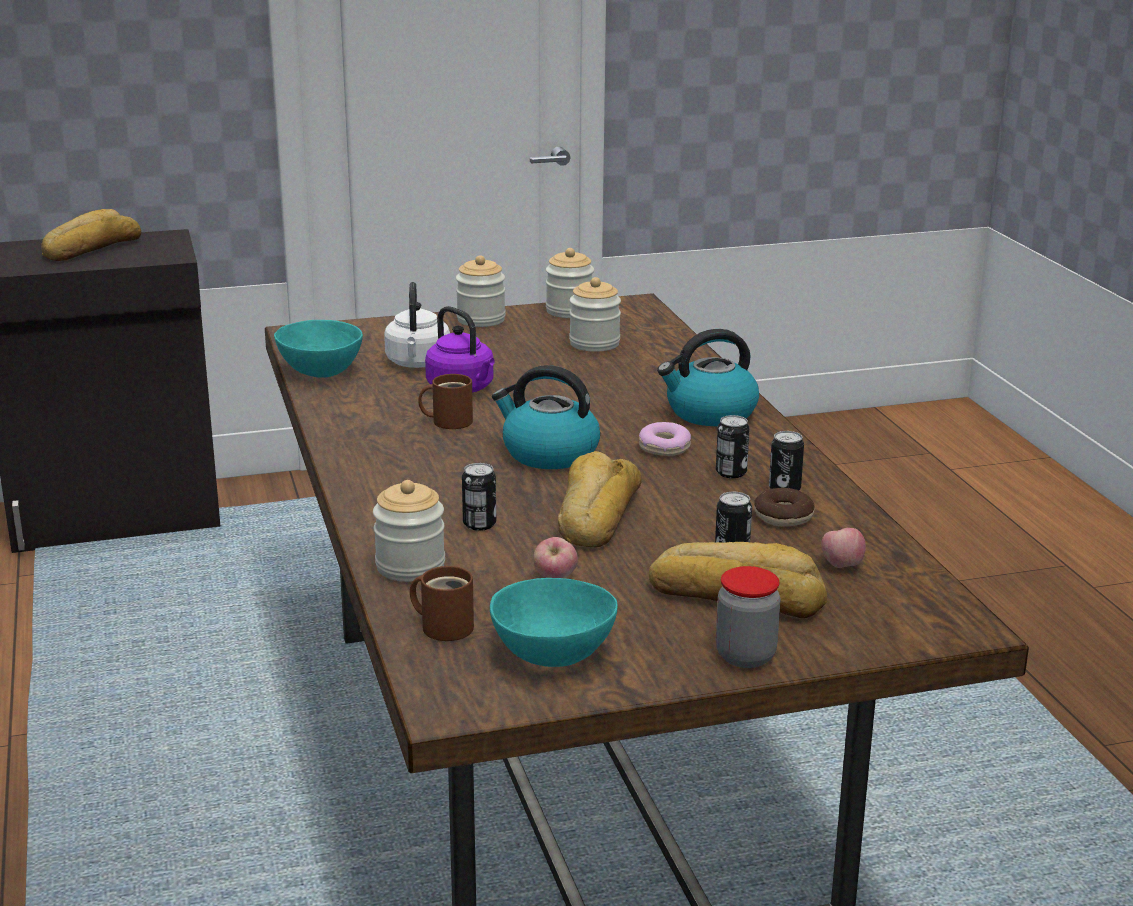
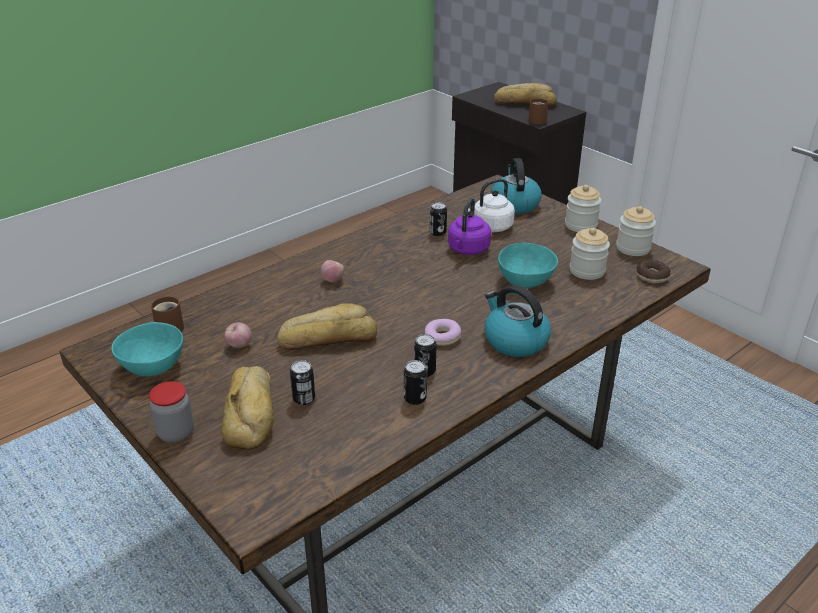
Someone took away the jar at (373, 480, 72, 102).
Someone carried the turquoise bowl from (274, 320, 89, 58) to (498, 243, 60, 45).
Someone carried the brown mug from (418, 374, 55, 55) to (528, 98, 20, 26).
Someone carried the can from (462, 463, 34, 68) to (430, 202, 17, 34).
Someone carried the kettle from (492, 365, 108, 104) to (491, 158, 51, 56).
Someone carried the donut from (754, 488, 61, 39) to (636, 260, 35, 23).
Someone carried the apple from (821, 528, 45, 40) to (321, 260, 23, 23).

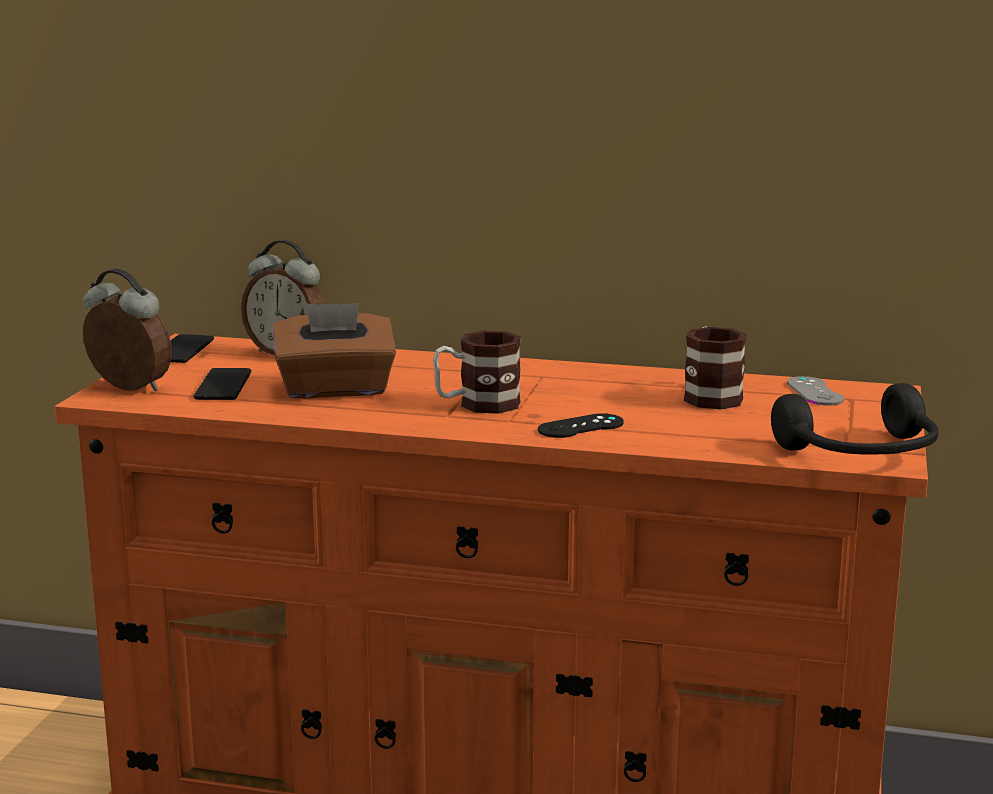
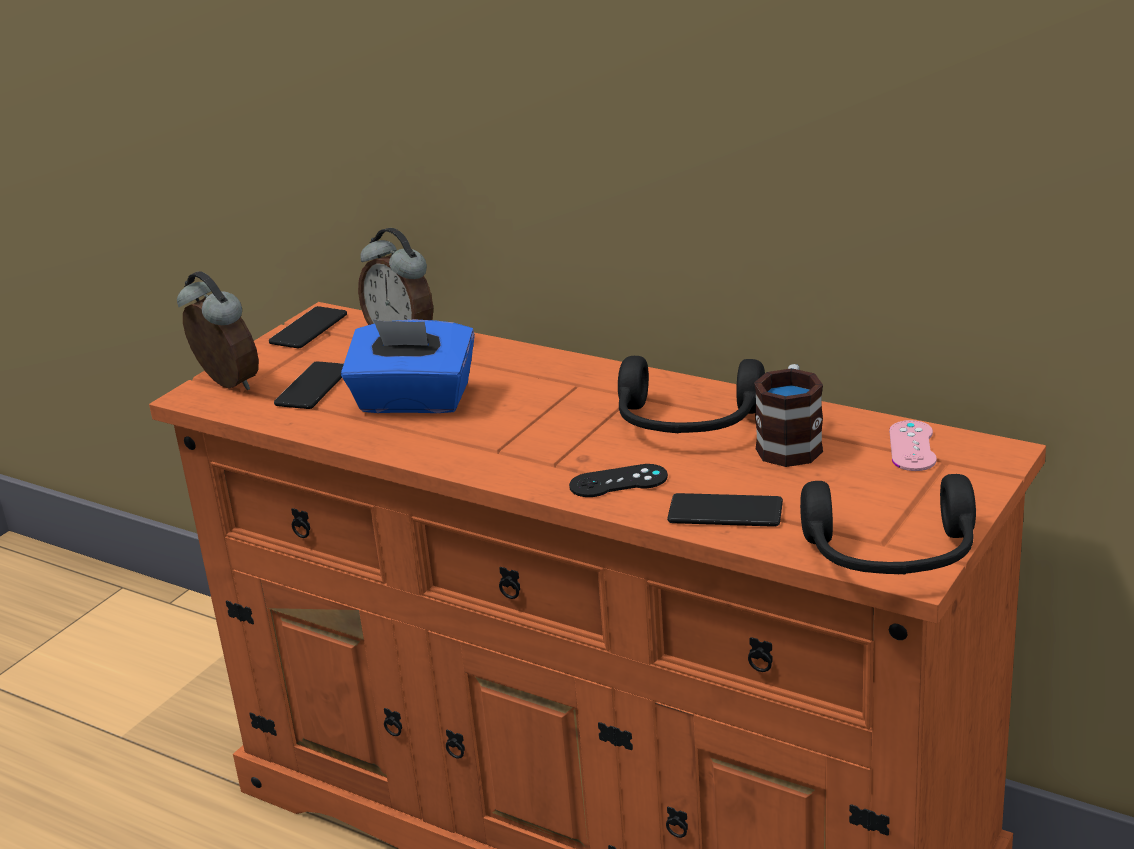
Someone took away the mug at (433, 330, 88, 84).
Someone put down the black headphones at (618, 356, 147, 78).
Someone put down the phone at (667, 493, 116, 34).
Someone repainted the brown tissue box at (272, 303, 124, 96), which became the blue tissue box at (341, 319, 134, 94).
Someone repainted the grey game controller at (787, 376, 57, 29), which became the pink game controller at (889, 420, 48, 51).

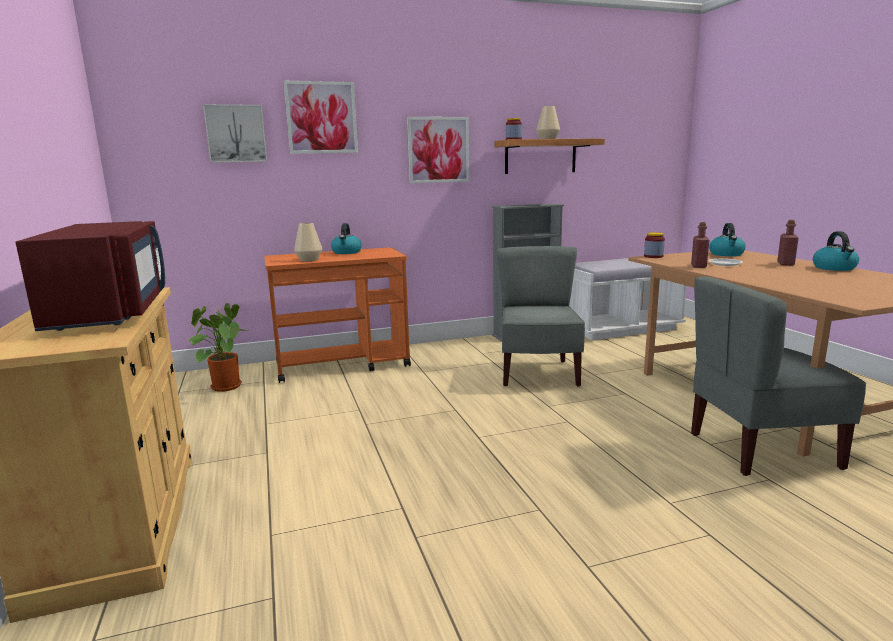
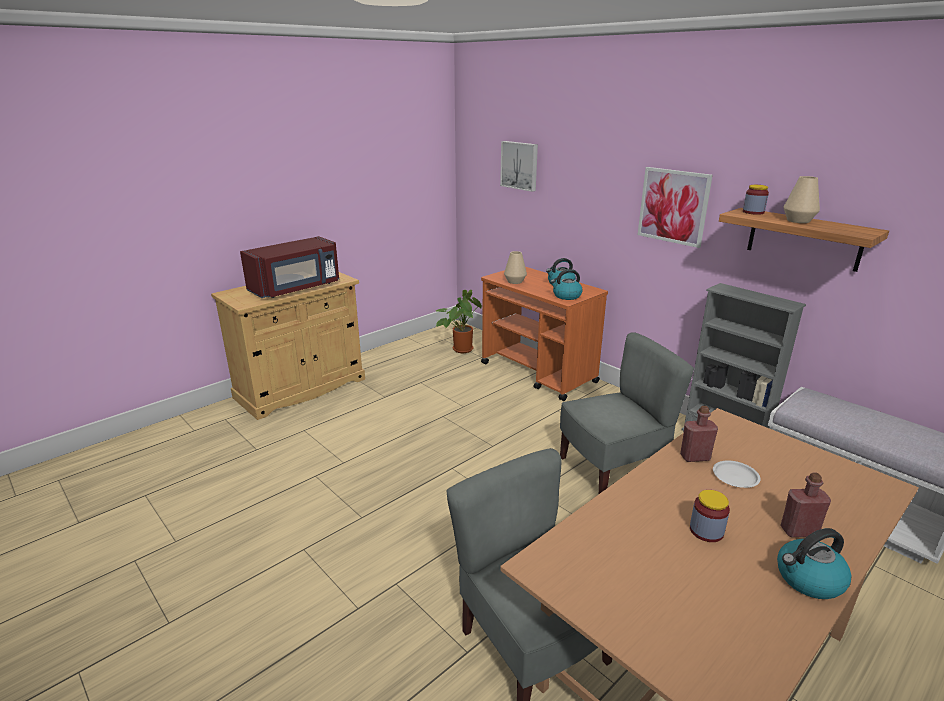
Someone took away the picture at (283, 81, 75, 73).
Someone carried the jar from (644, 232, 21, 26) to (690, 490, 40, 52).
Someone carried the kettle from (709, 223, 37, 33) to (550, 269, 32, 31).

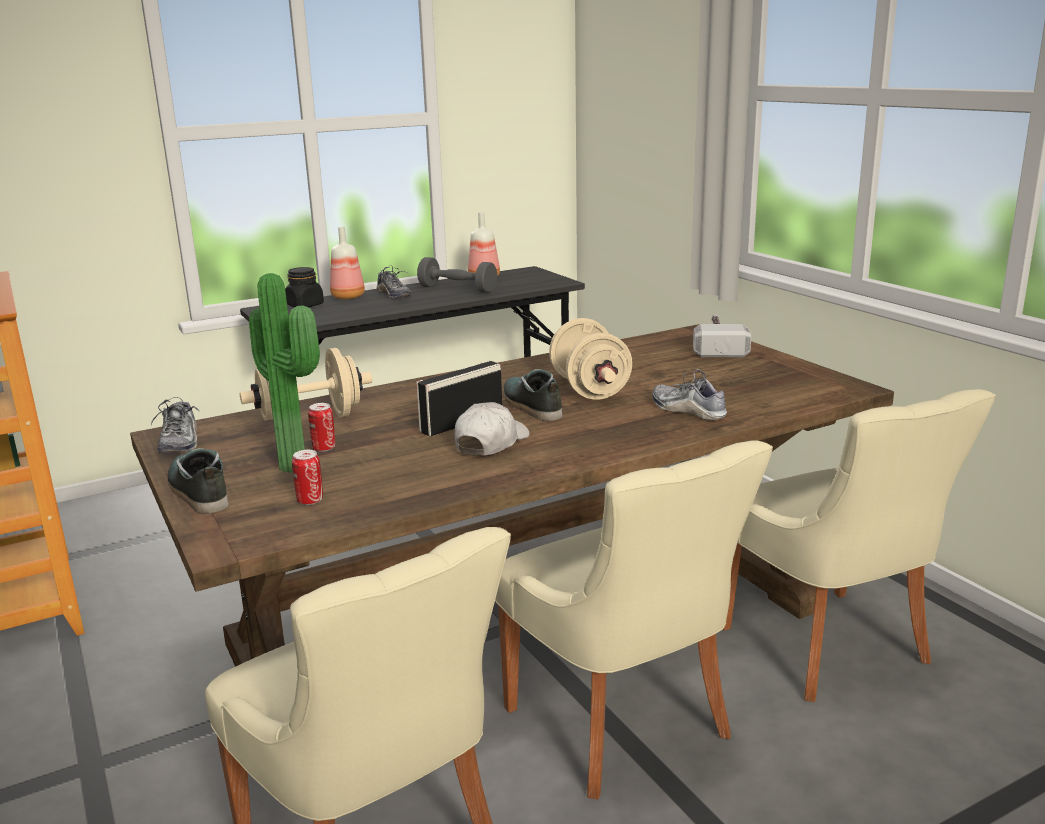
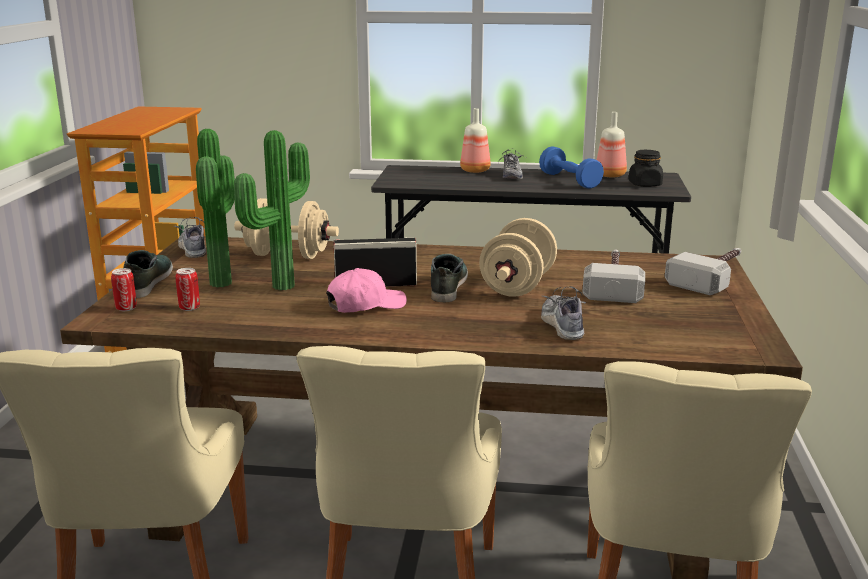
Someone put down the potted plant at (234, 130, 76, 160).
Someone put down the hammer at (582, 249, 63, 54).
Someone carried the black jar from (285, 267, 39, 40) to (629, 150, 34, 37).
Someone carried the can from (308, 403, 27, 49) to (111, 268, 26, 43).
Someone repainted the grey dumbbell at (417, 257, 80, 36), which became the blue dumbbell at (539, 146, 65, 43).
Someone repainted the white cap at (455, 402, 75, 53), which became the pink cap at (327, 268, 80, 45).
Someone rotated the shoe at (151, 397, 49, 56) by 135 degrees clockwise.

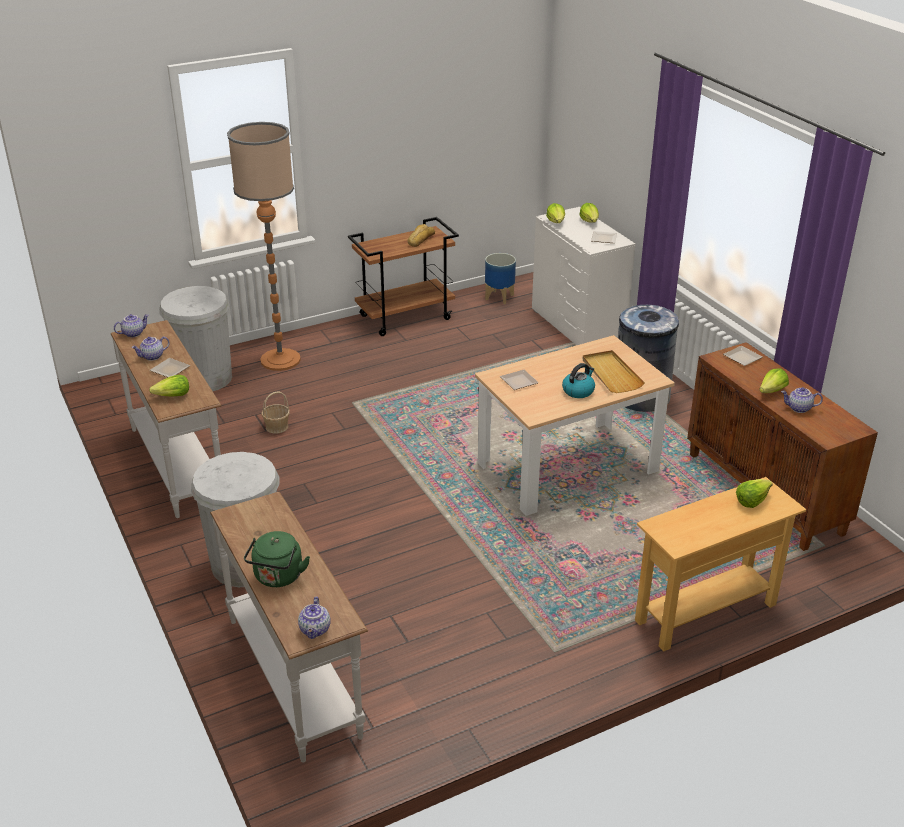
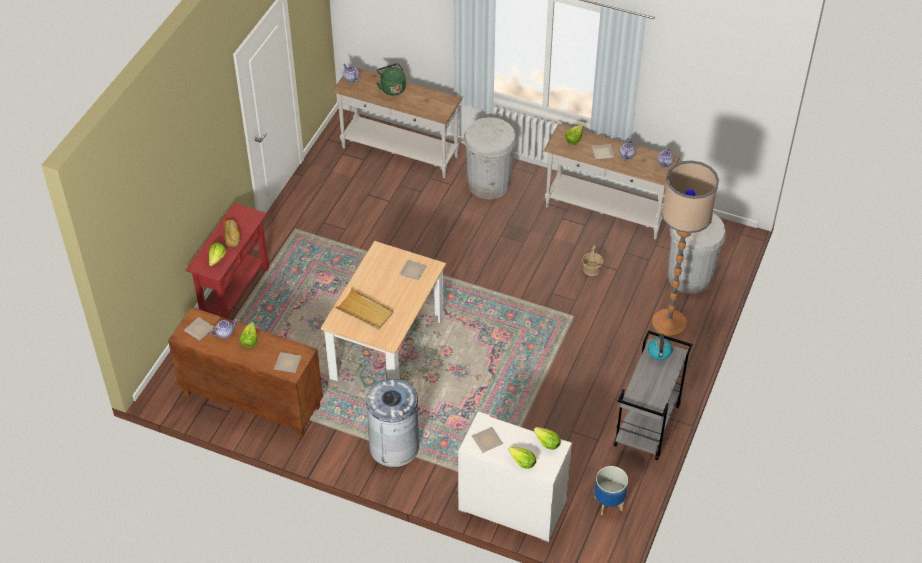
Someone put down the plate at (184, 317, 30, 24).
Someone carried the bread from (407, 224, 28, 23) to (224, 220, 17, 27).
Someone carried the kettle from (562, 363, 33, 35) to (648, 334, 25, 26).
Someone repainted the brown cart at (348, 217, 111, 119), which became the grey cart at (613, 330, 80, 130).
Someone repainted the beige console table at (635, 477, 172, 174), which became the red console table at (186, 203, 83, 116).

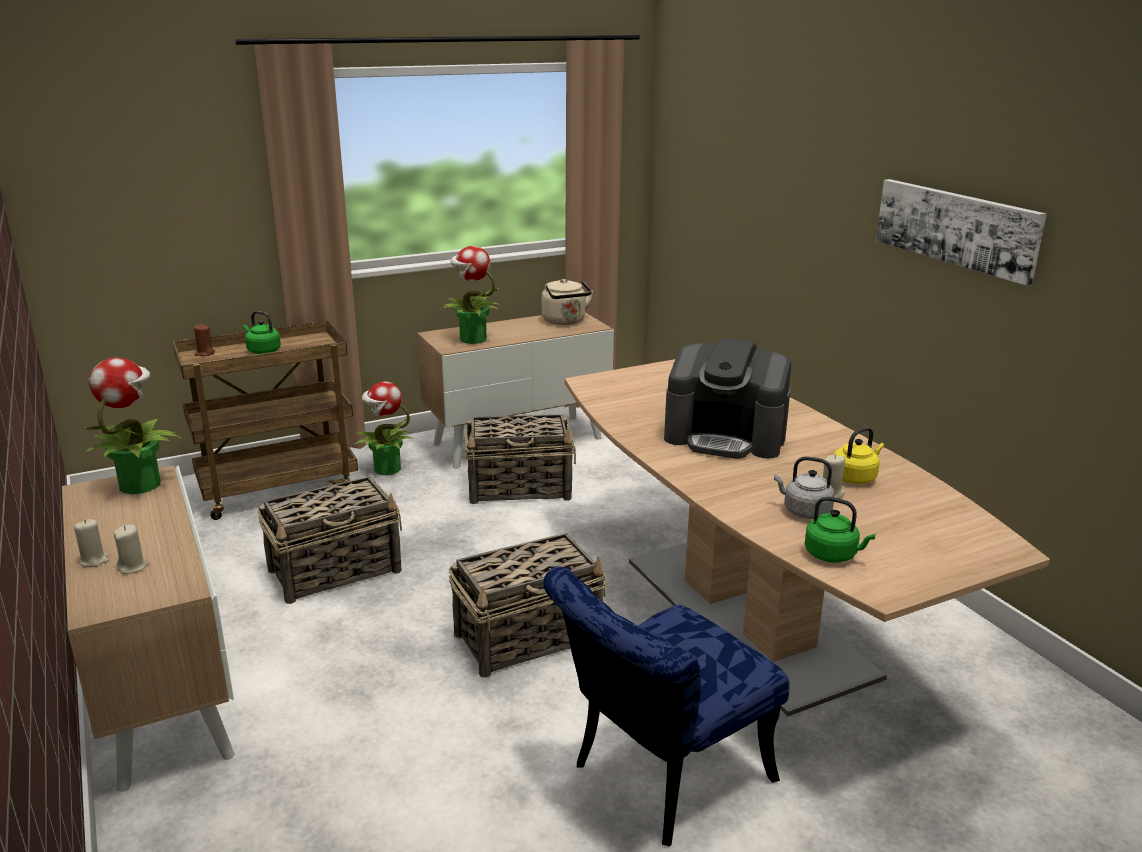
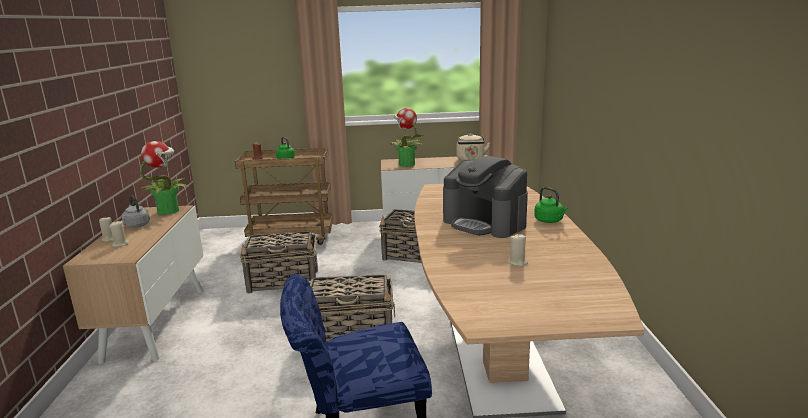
Someone took away the potted plant at (353, 381, 60, 94).
Someone took away the yellow kettle at (834, 427, 50, 57).
Someone took away the picture at (876, 179, 171, 106).
Someone carried the grey kettle from (774, 456, 61, 63) to (122, 195, 28, 33).
Someone carried the green kettle from (805, 497, 71, 66) to (534, 187, 34, 36).

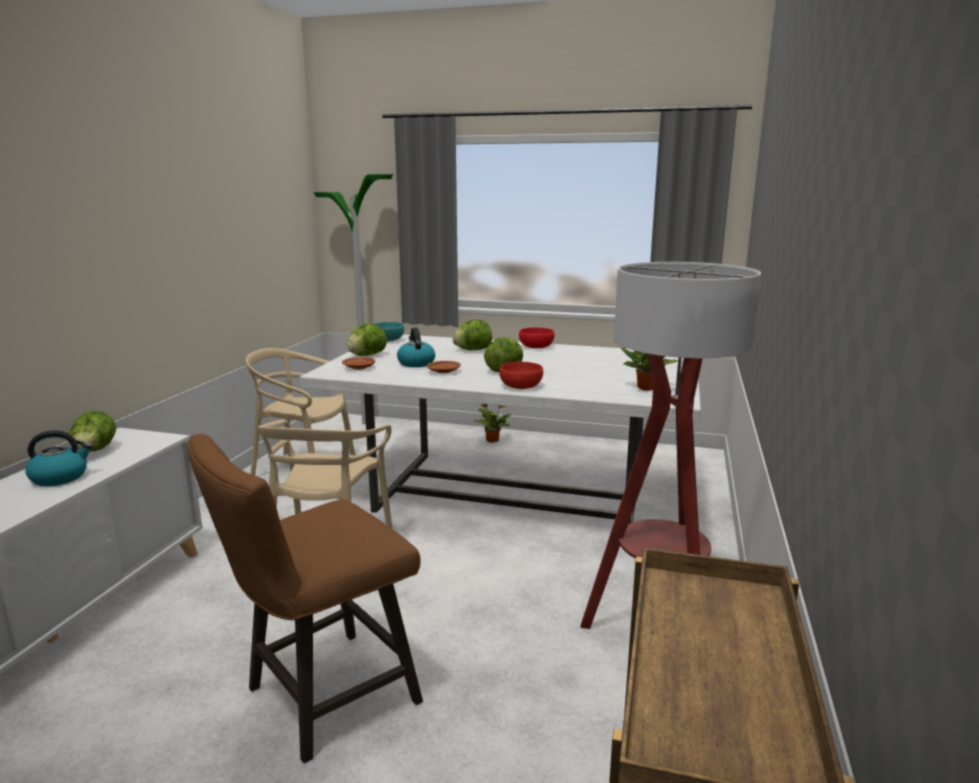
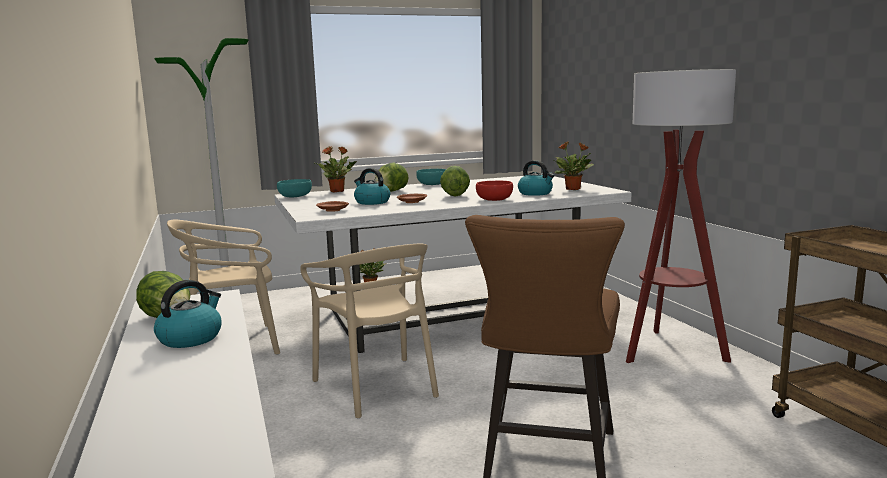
Someone took away the lettuce at (347, 323, 40, 33).
Someone put down the potted plant at (315, 146, 42, 46).
Someone put down the kettle at (518, 160, 36, 36).
Someone repainted the red bowl at (519, 327, 36, 21), which became the turquoise bowl at (416, 169, 30, 16).

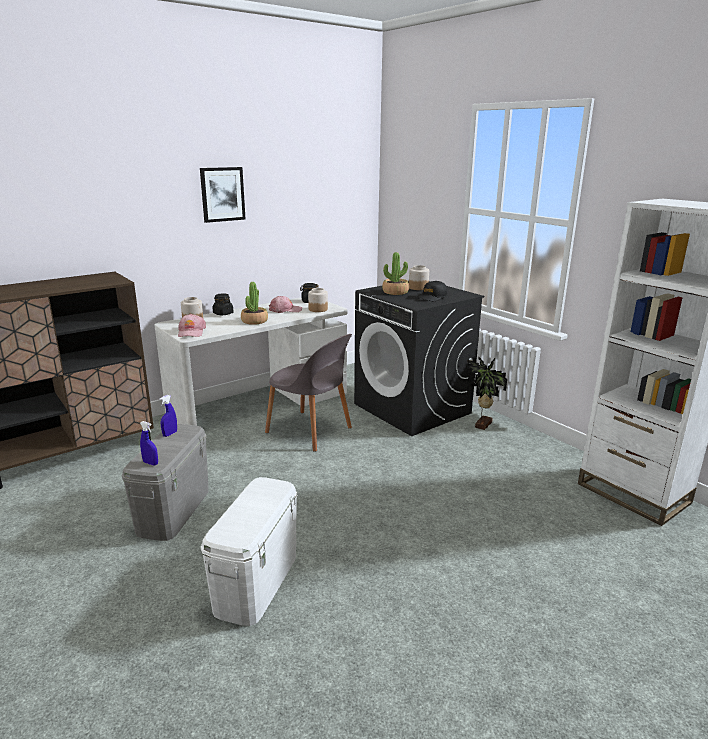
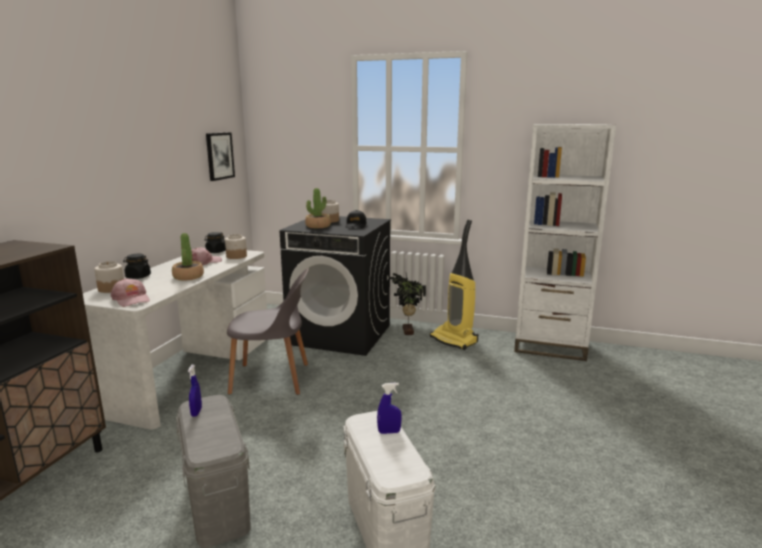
Someone put down the vacuum cleaner at (430, 220, 48, 130).
Someone carried the blue spray bottle from (140, 421, 18, 44) to (377, 383, 25, 51).
Someone carried the picture from (200, 167, 46, 56) to (206, 132, 29, 49).

